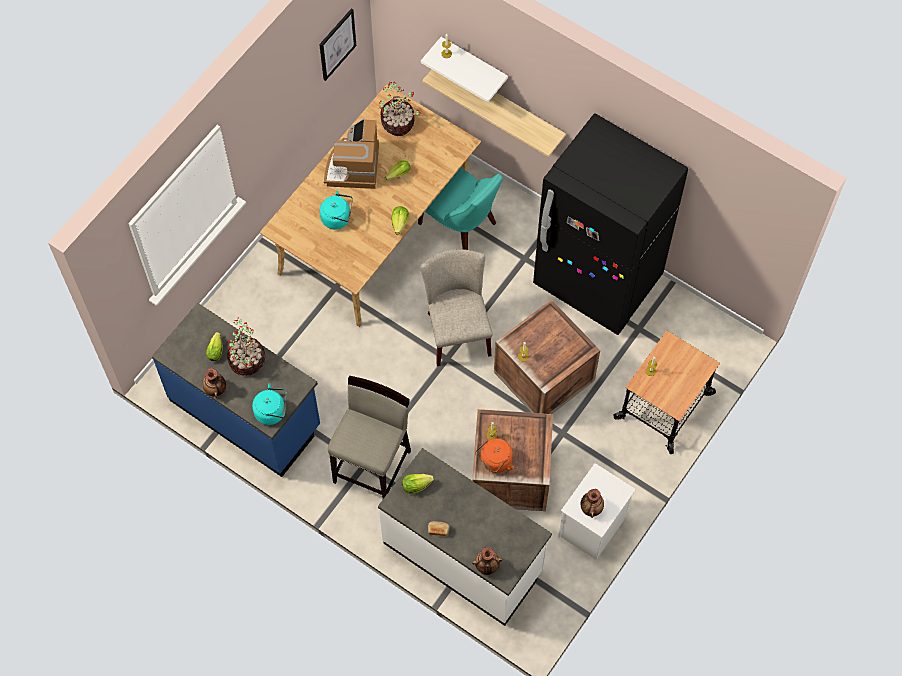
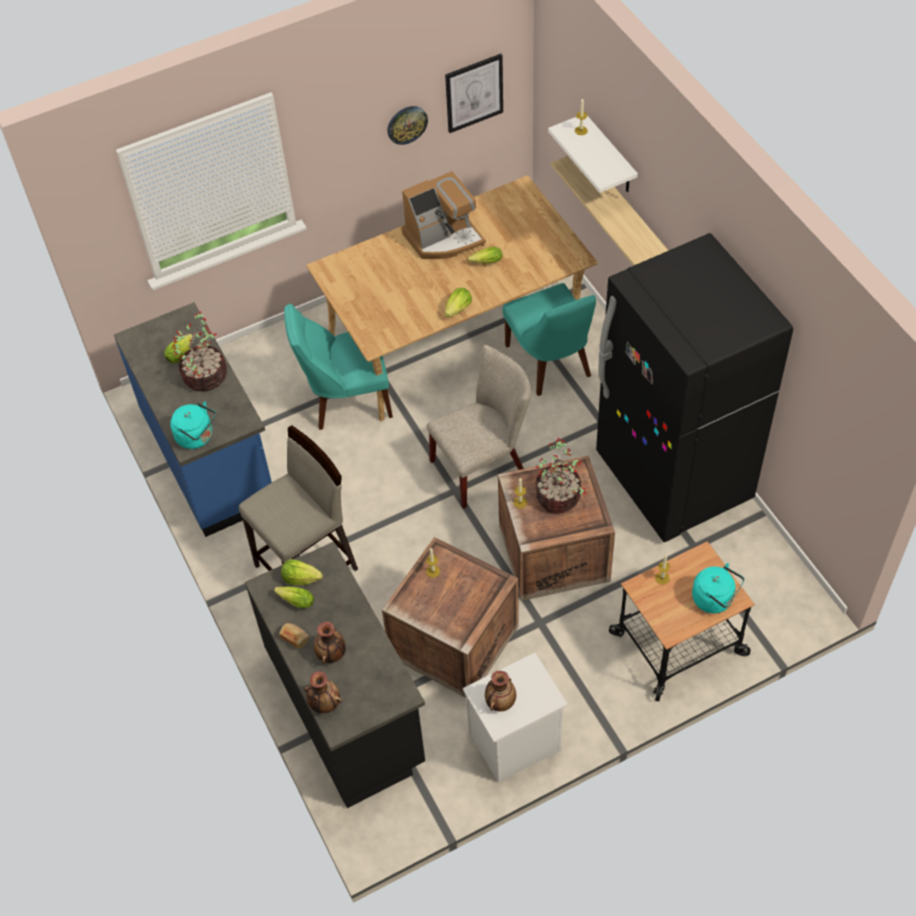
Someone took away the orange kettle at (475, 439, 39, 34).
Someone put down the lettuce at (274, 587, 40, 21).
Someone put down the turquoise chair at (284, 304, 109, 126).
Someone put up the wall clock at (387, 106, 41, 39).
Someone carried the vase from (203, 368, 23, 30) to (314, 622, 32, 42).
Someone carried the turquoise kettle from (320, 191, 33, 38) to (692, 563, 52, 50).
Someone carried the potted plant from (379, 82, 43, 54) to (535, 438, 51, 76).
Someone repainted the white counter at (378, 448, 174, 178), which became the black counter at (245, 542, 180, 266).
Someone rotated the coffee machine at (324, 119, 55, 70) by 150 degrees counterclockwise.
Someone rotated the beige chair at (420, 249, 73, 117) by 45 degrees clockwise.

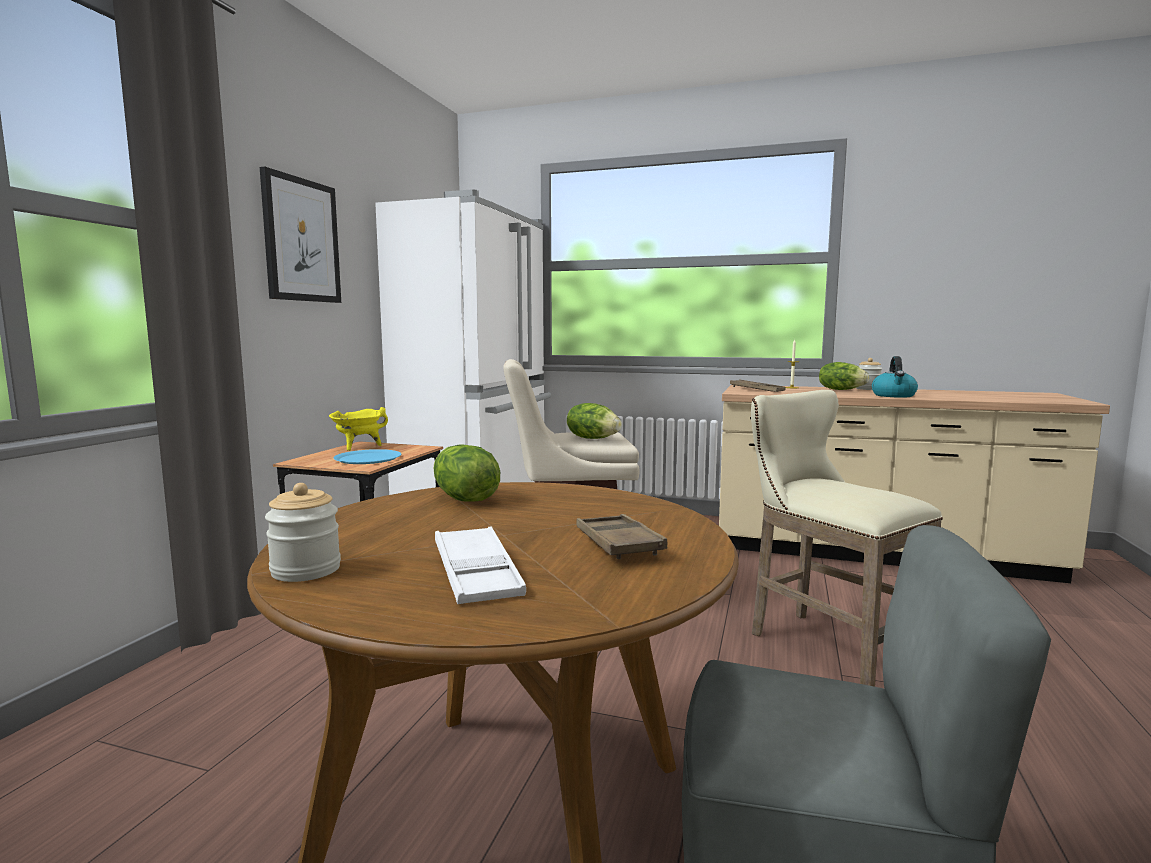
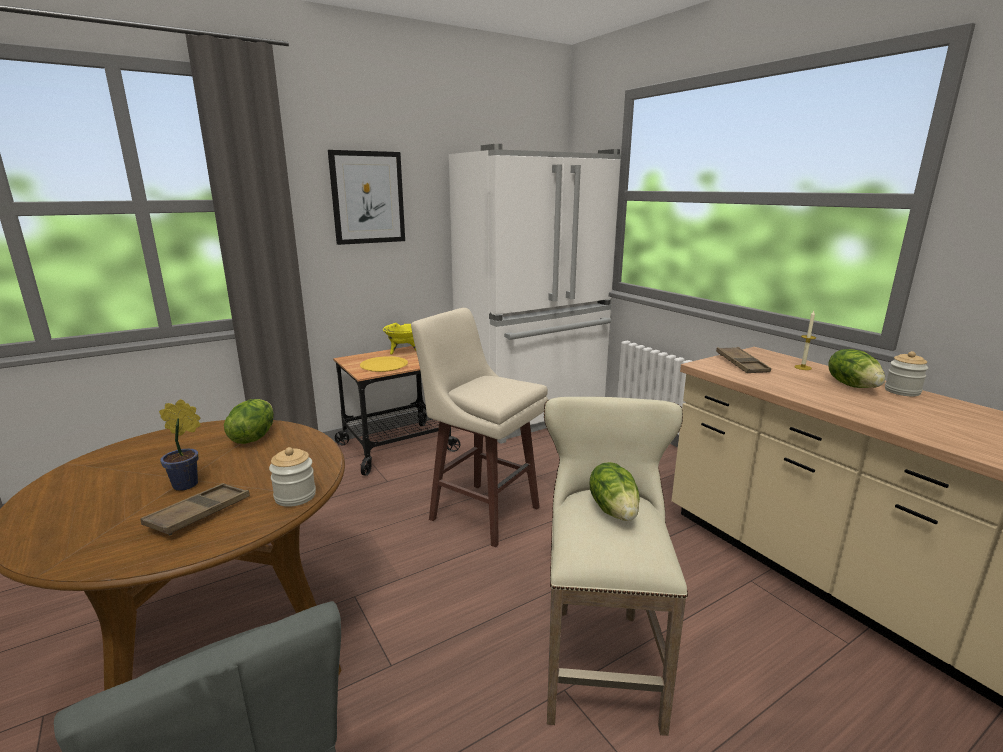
Someone took away the white tray at (435, 526, 91, 78).
Someone took away the kettle at (872, 356, 46, 42).
Someone put down the potted plant at (159, 399, 42, 92).
Someone carried the jar from (265, 483, 76, 99) to (269, 447, 47, 60).
Someone carried the lettuce from (567, 403, 55, 36) to (590, 462, 50, 59).
Someone repainted the blue plate at (333, 449, 69, 15), which became the yellow plate at (360, 356, 48, 16).

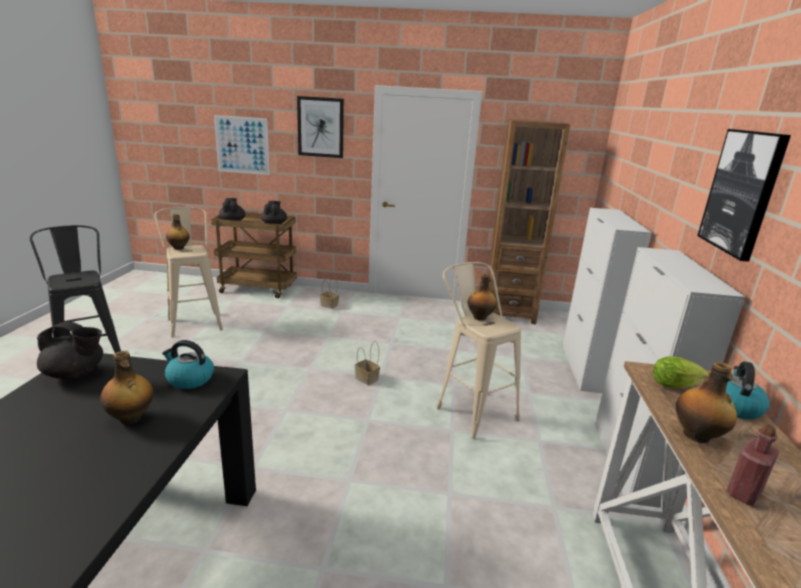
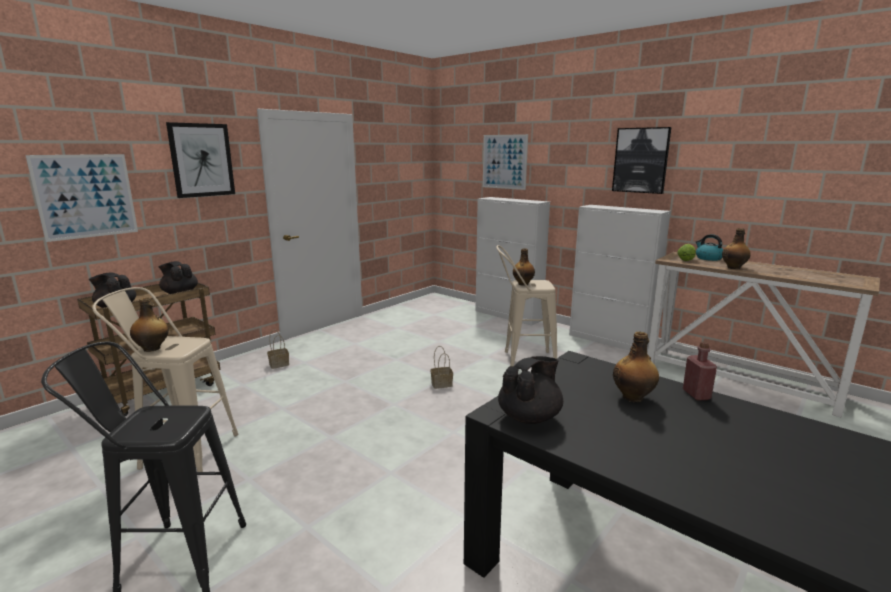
Someone took away the kettle at (162, 340, 52, 49).
Someone took away the brown bookcase at (488, 119, 83, 205).
Someone put up the picture at (483, 134, 45, 56).
Someone carried the red bottle from (726, 425, 53, 80) to (683, 342, 34, 59).

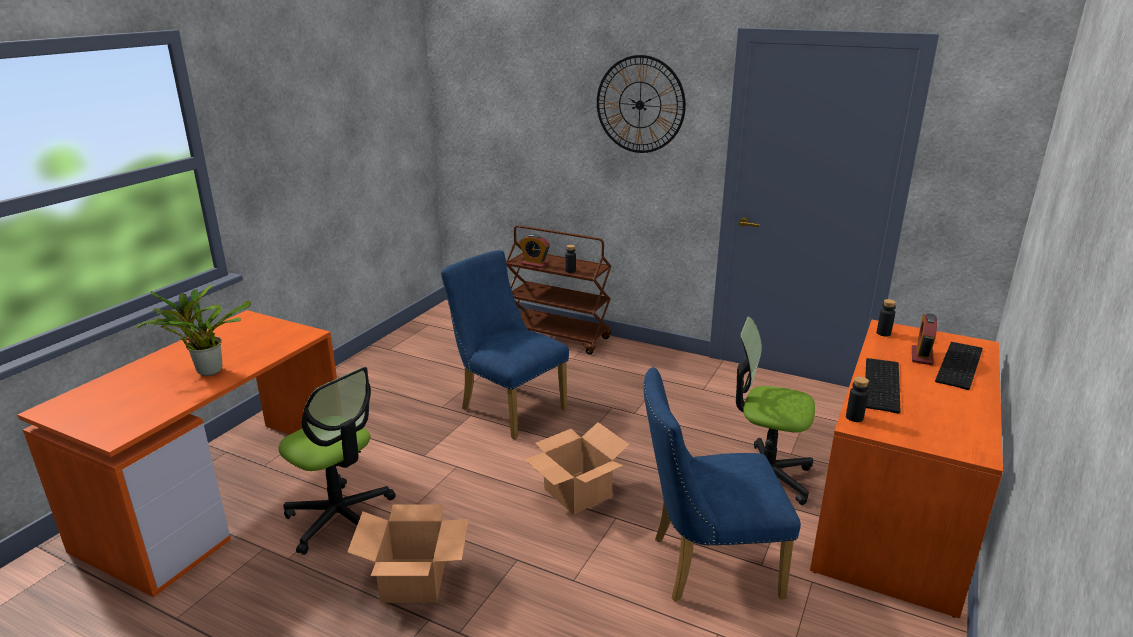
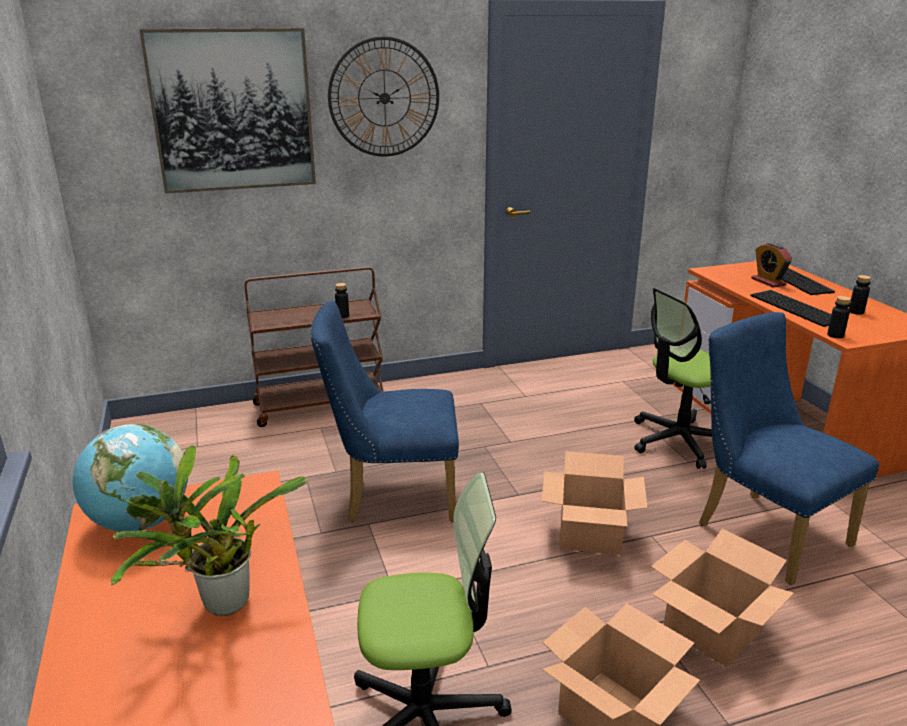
Someone took away the alarm clock at (519, 234, 31, 34).
Someone put down the globe at (73, 424, 115, 108).
Someone put up the picture at (139, 28, 177, 166).
Someone put down the cardboard box at (651, 528, 143, 139).
Someone carried the black bottle from (877, 299, 19, 38) to (849, 275, 22, 40).
Someone rotated the blue chair at (644, 367, 157, 235) by 105 degrees clockwise.

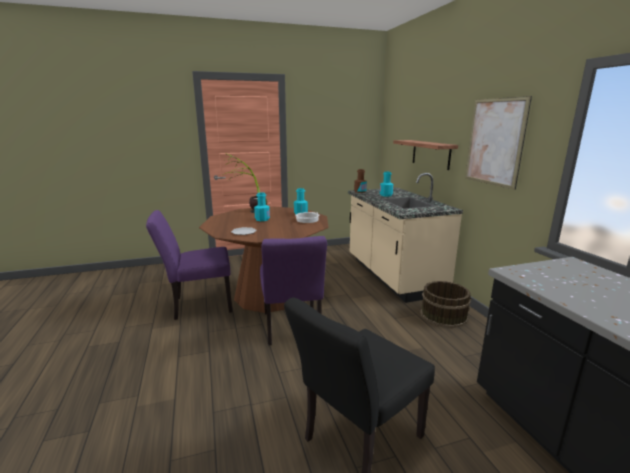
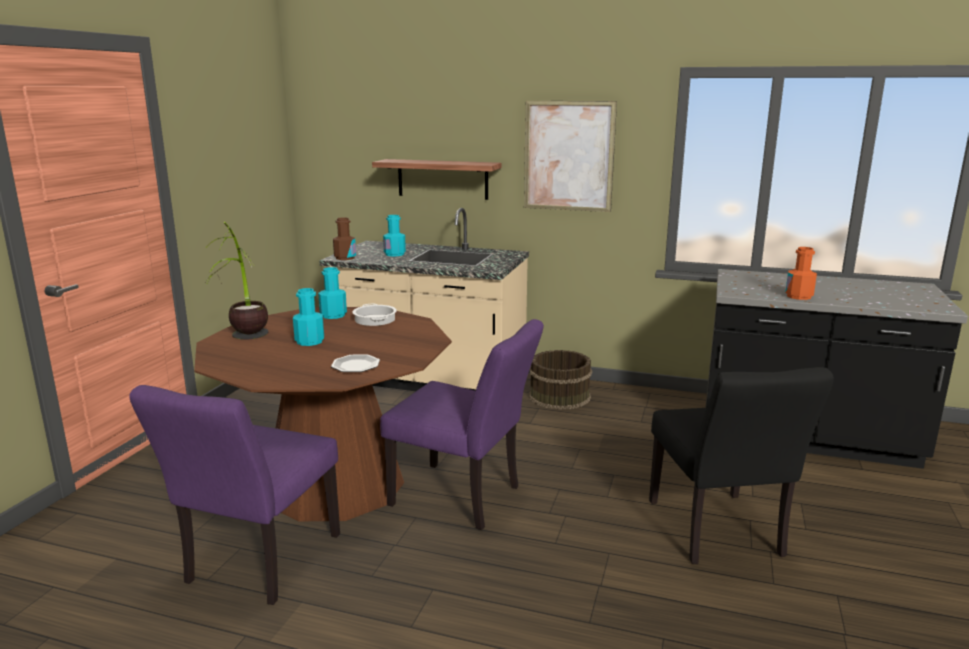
Someone put down the orange bottle at (785, 247, 32, 53).

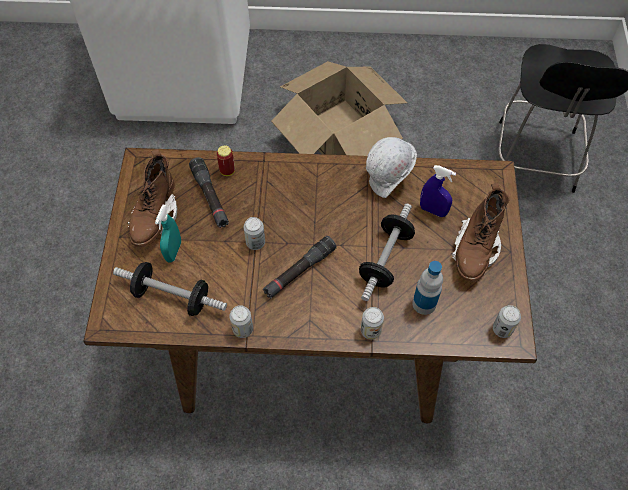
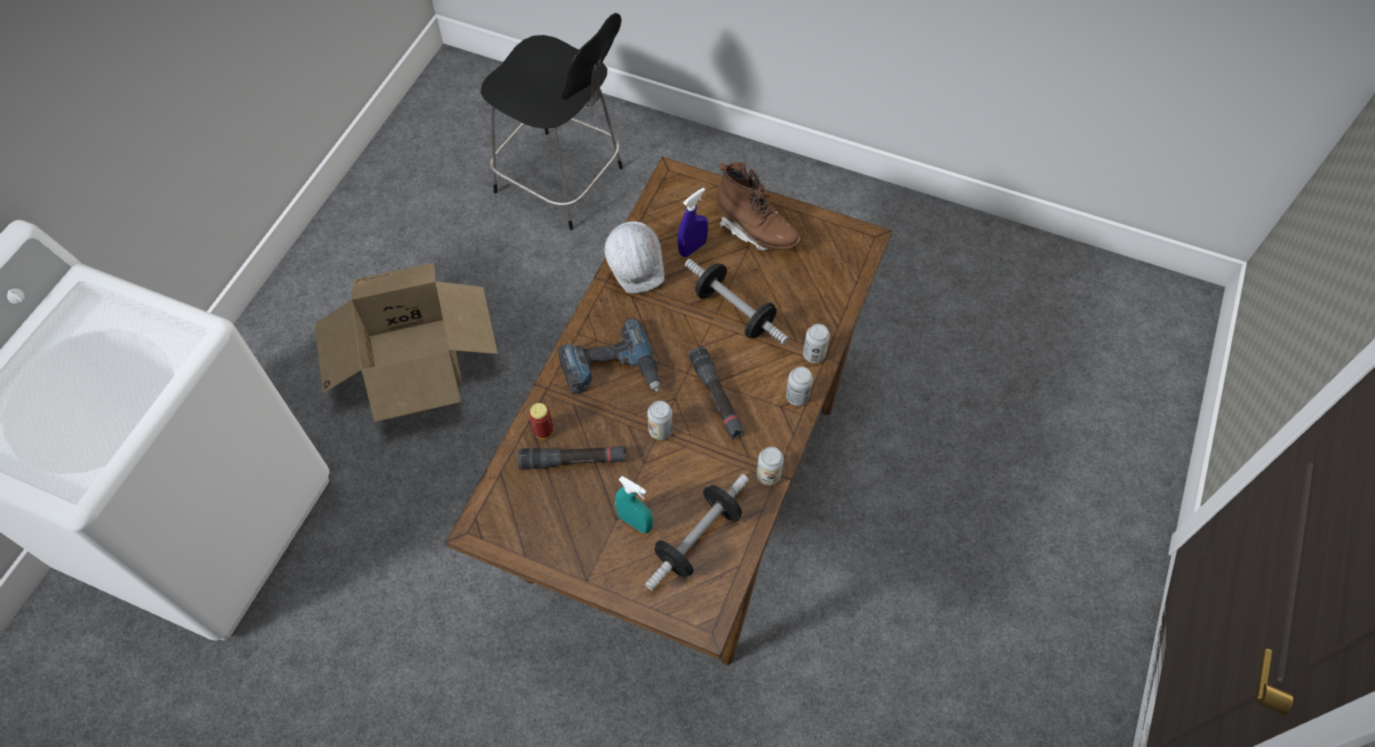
Someone took away the brown boot at (128, 149, 49, 98).
Someone took away the bottle at (412, 261, 31, 54).
Someone put down the power drill at (557, 318, 103, 76).
Someone carried the can from (493, 305, 28, 33) to (786, 366, 27, 40).

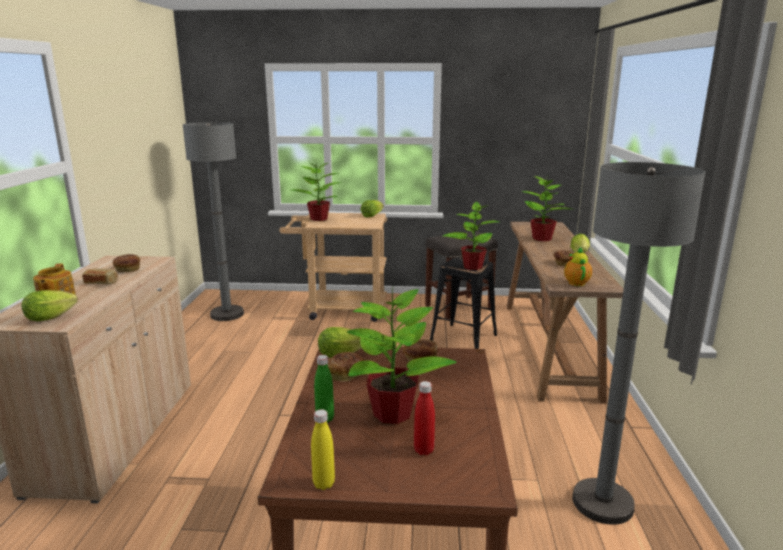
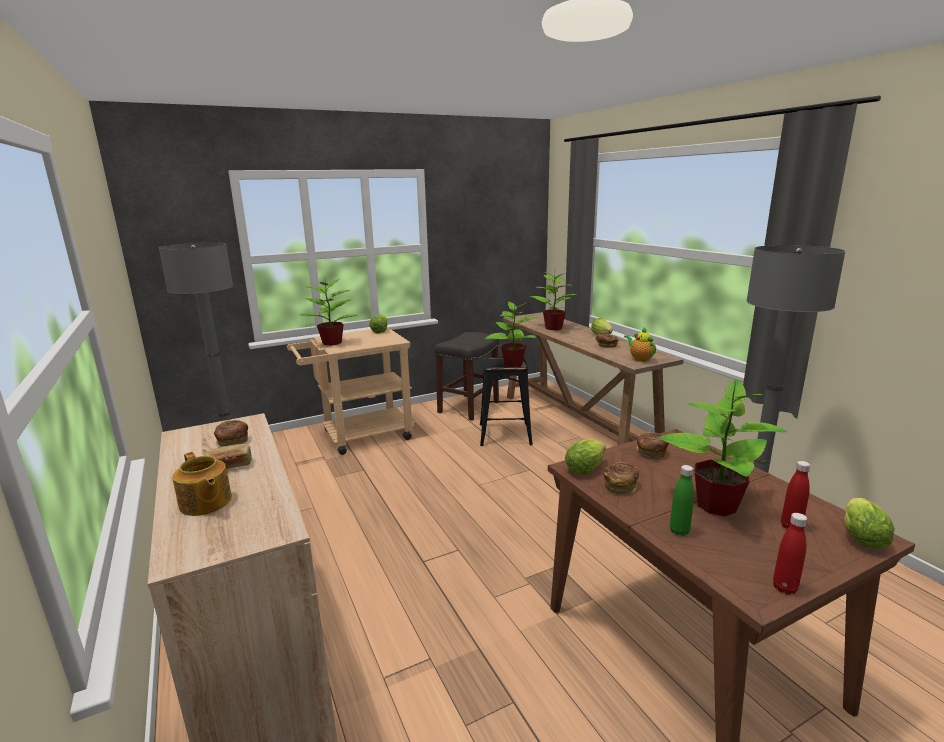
Someone carried the lettuce from (21, 290, 57, 31) to (844, 498, 51, 51).
Someone repainted the yellow bottle at (311, 409, 24, 81), which became the red bottle at (773, 513, 34, 82).

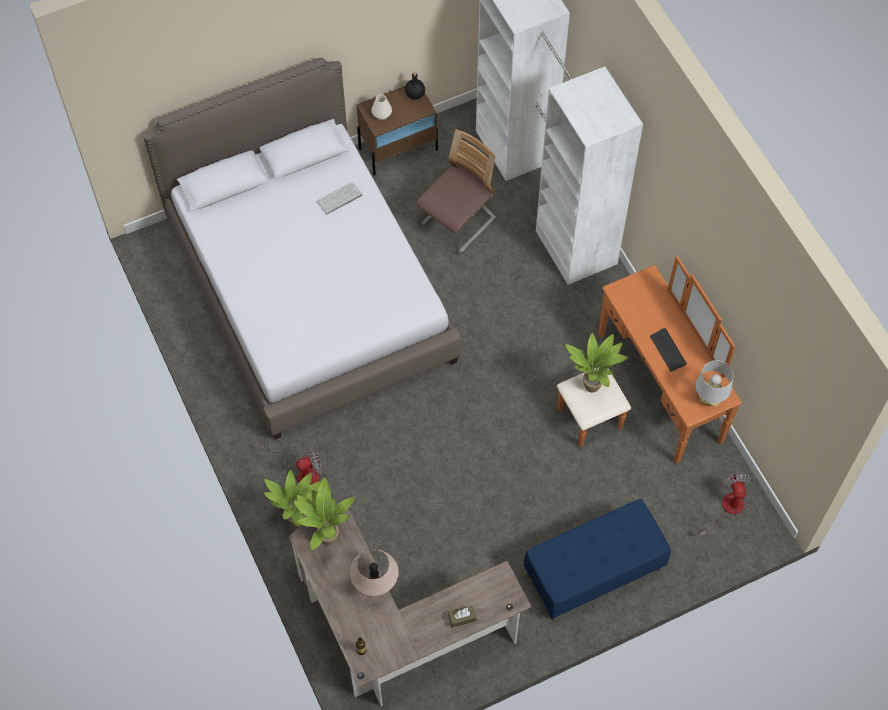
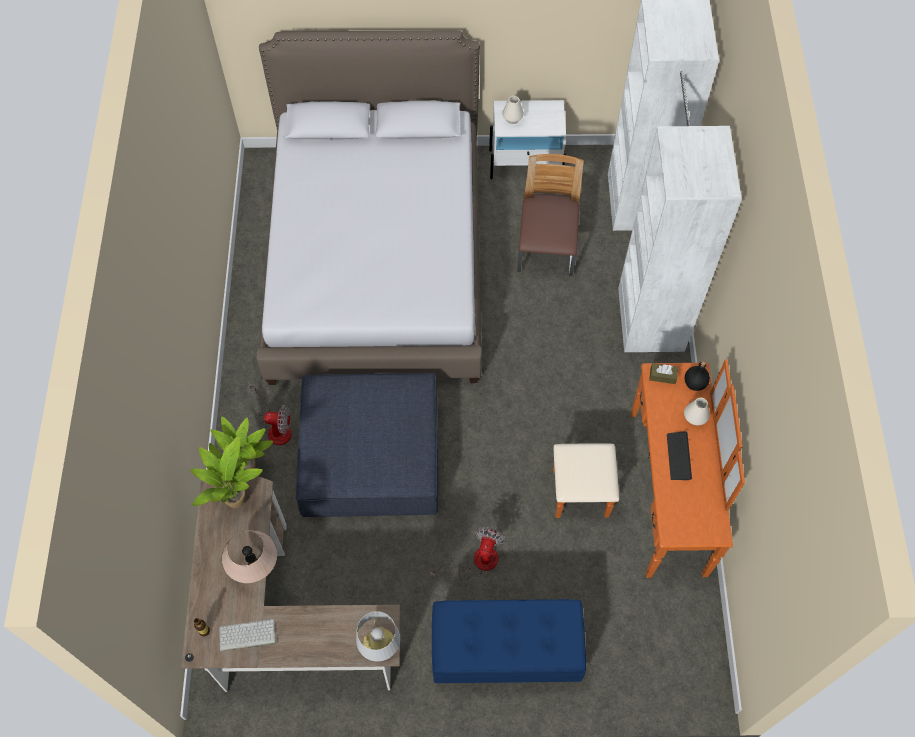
Someone took away the potted plant at (566, 333, 62, 60).
Someone put down the blue ottoman at (296, 373, 142, 144).
Someone put down the white vase at (684, 398, 26, 27).
Someone carried the keyboard from (316, 182, 46, 33) to (219, 619, 57, 33).
Someone carried the black bottle from (405, 72, 20, 28) to (685, 361, 25, 30).
Someone carried the brown tissue box from (448, 605, 29, 23) to (649, 363, 29, 21).
Someone carried the grey table lamp from (696, 360, 37, 46) to (356, 611, 44, 51).
Someone carried the fan from (699, 473, 52, 62) to (429, 527, 76, 53).
Someone repainted the brown nightstand at (357, 86, 81, 90), which became the white nightstand at (489, 100, 77, 79).
Someone rotated the chair at (416, 129, 80, 125) by 60 degrees counterclockwise.

